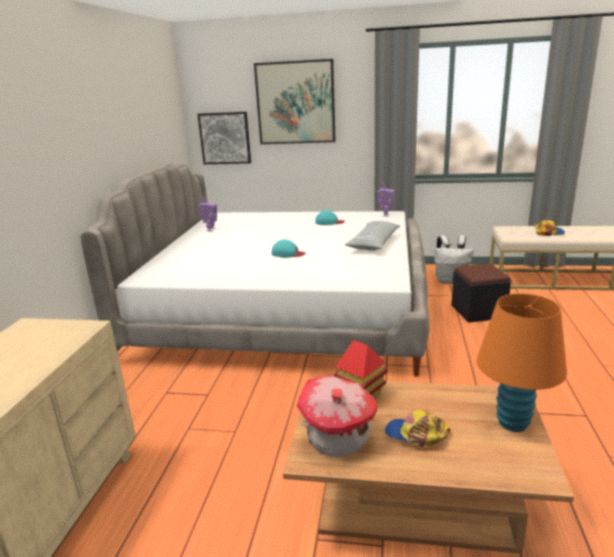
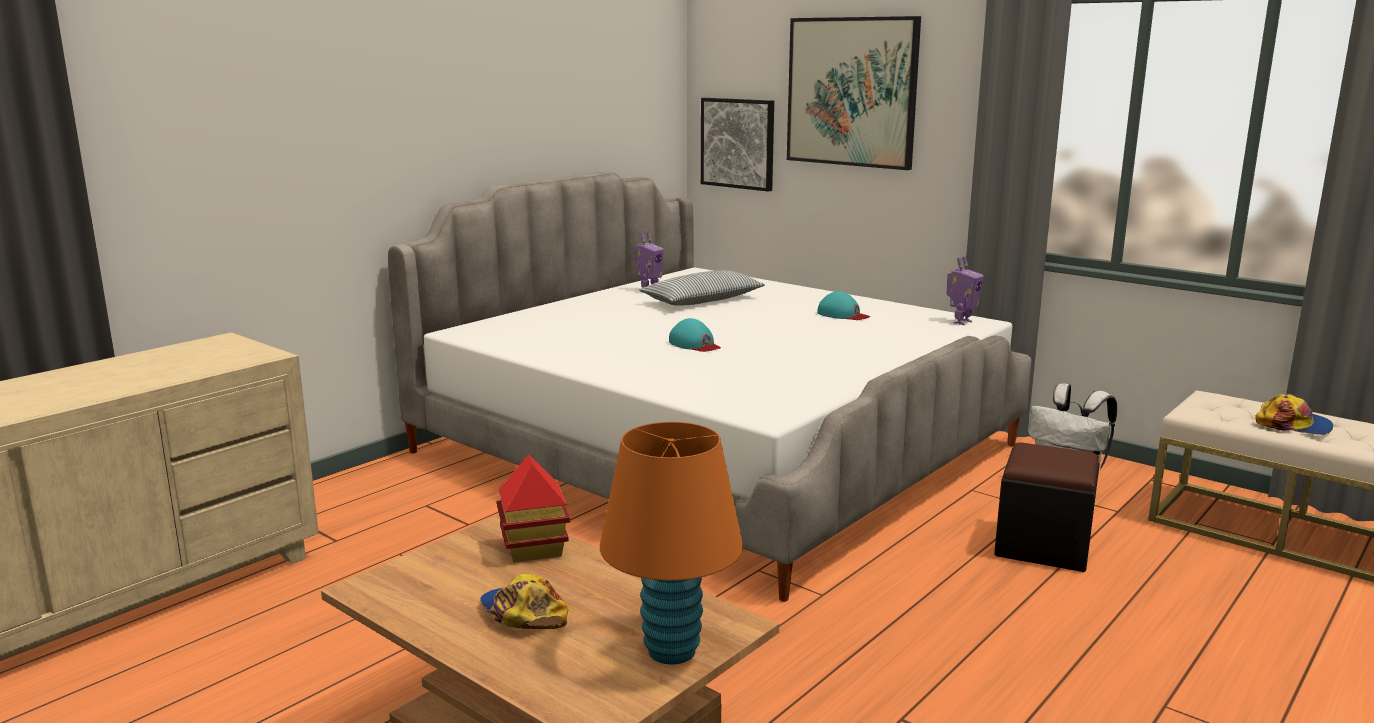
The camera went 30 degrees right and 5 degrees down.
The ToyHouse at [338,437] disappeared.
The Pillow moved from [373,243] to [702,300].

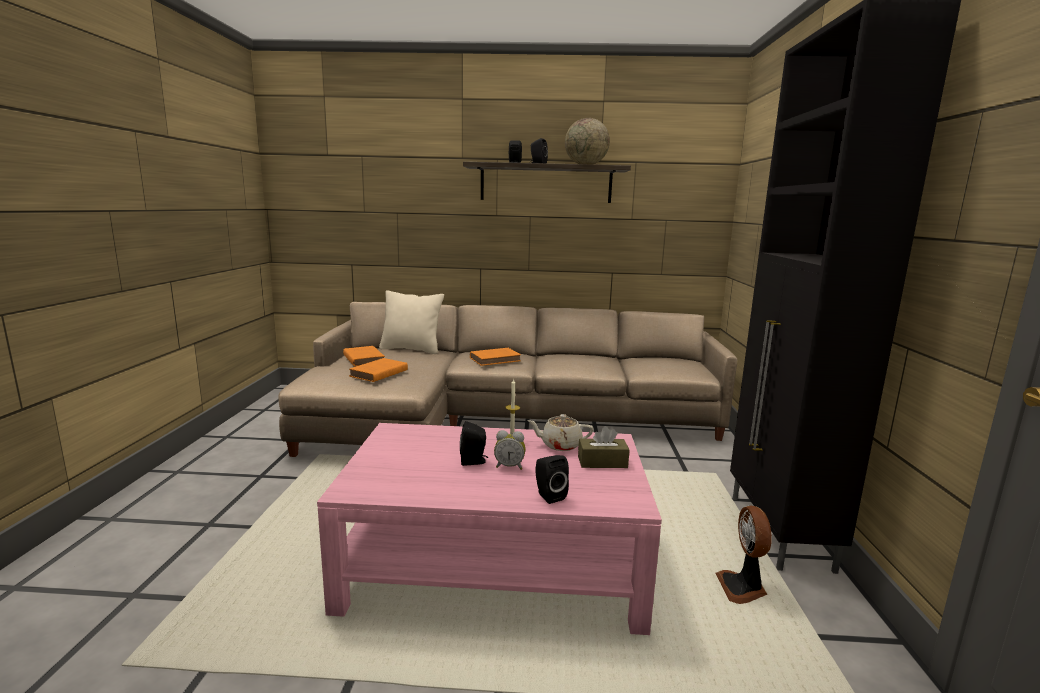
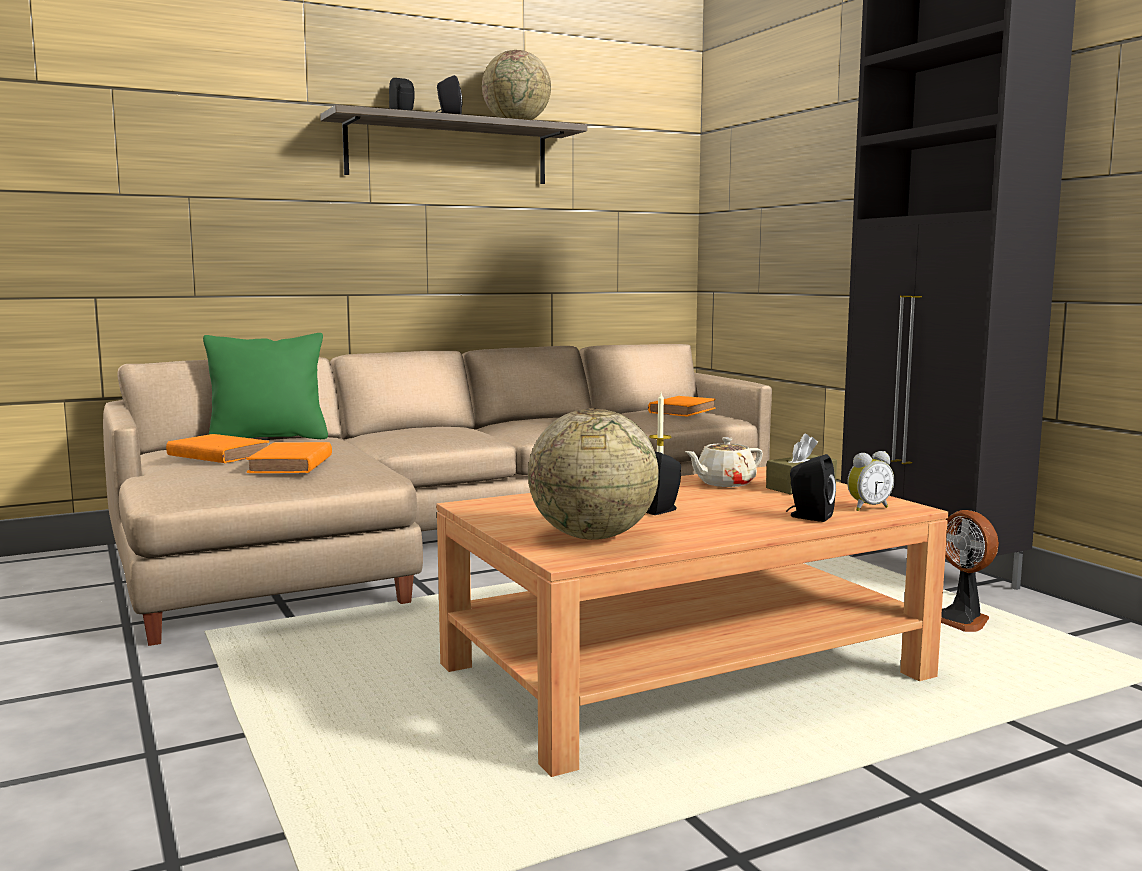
The camera went 30 degrees left and 5 degrees down.
The Globe at [592,536] appeared.
The OrangeBook moved from [496,359] to [683,411].
The AlarmClock moved from [509,466] to [867,508].
The PinkCoffeeTable at [496,563] became the BrownCoffeeTable at [686,671].
The BeigePillow at [411,349] became the GreenPillow at [269,439].

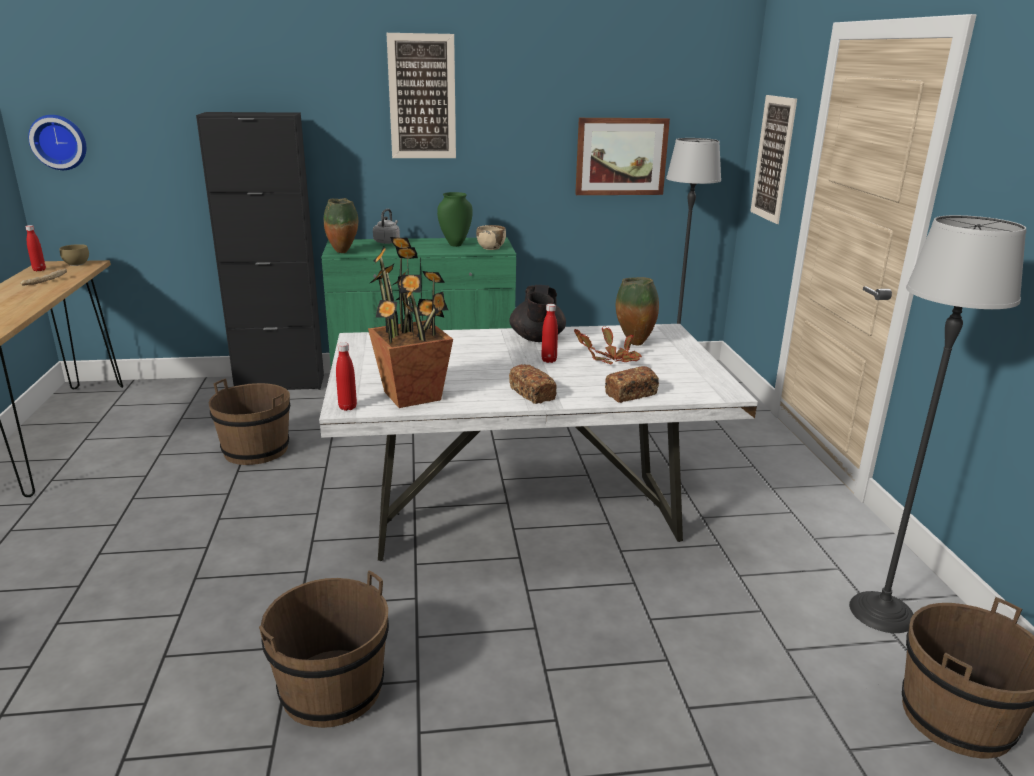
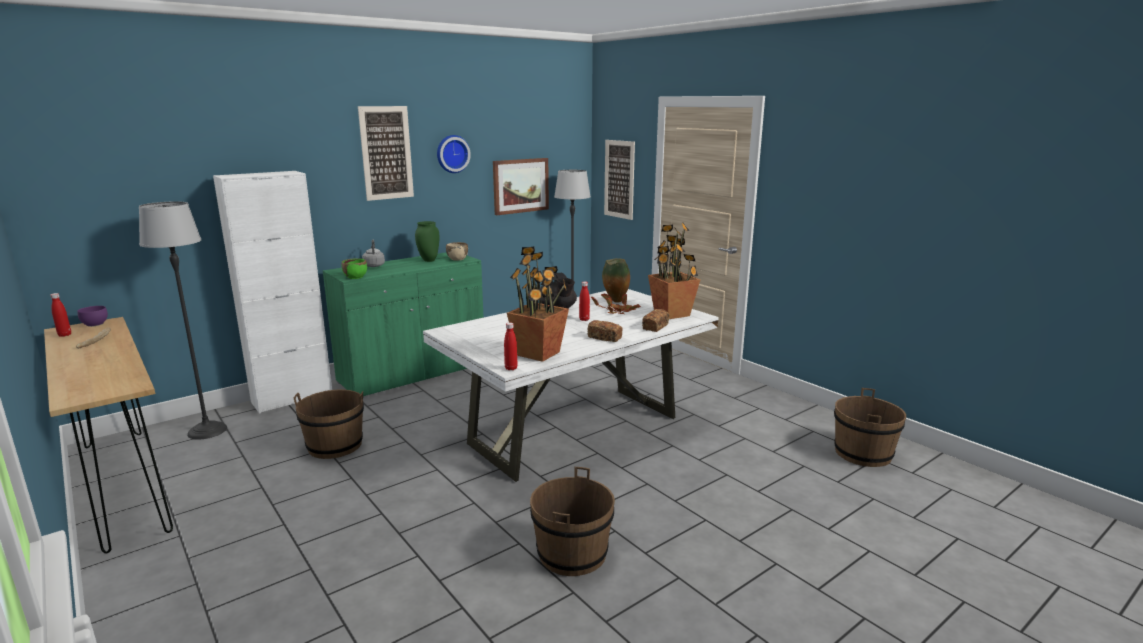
The camera went 30 degrees left and 5 degrees down.
The PottedPlant at [671,314] appeared.
The WallClock moved from [59,142] to [452,154].
The FloorLamp moved from [882,612] to [207,431].
The Vase at [343,252] was replaced by the GreenBowl at [355,277].
The BrownBowl at [75,264] became the PurpleBowl at [94,324].
The BlackCabinet at [280,384] became the WhiteCabinet at [292,398].

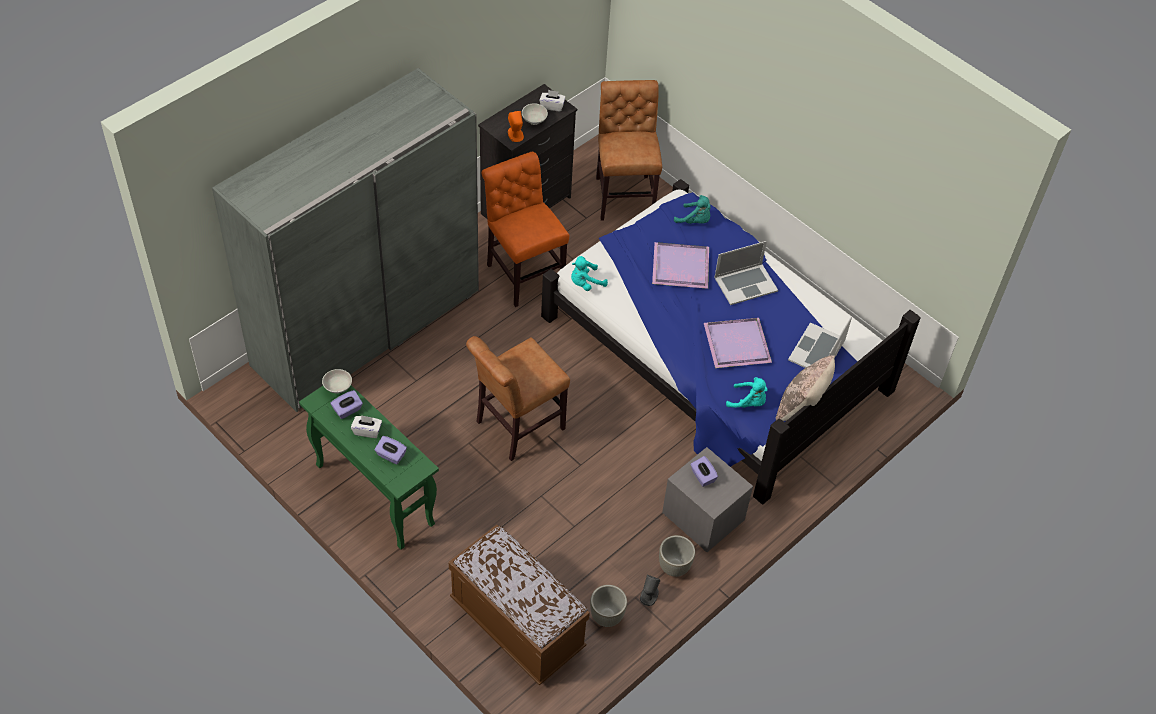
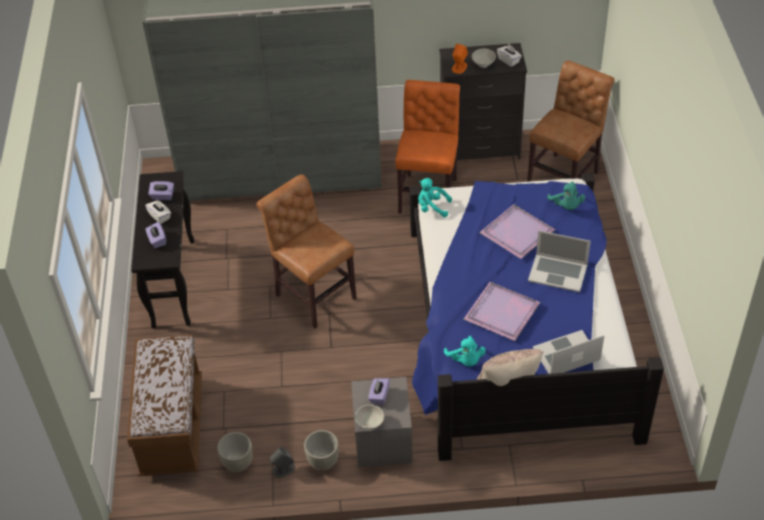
The camera went 45 degrees right and 5 degrees down.
The WhiteBowl moved from [337,388] to [370,423].
The GreenConsoleTable at [373,494] became the BlackConsoleTable at [173,282].
The BrownChair at [516,427] turned 45 degrees clockwise.

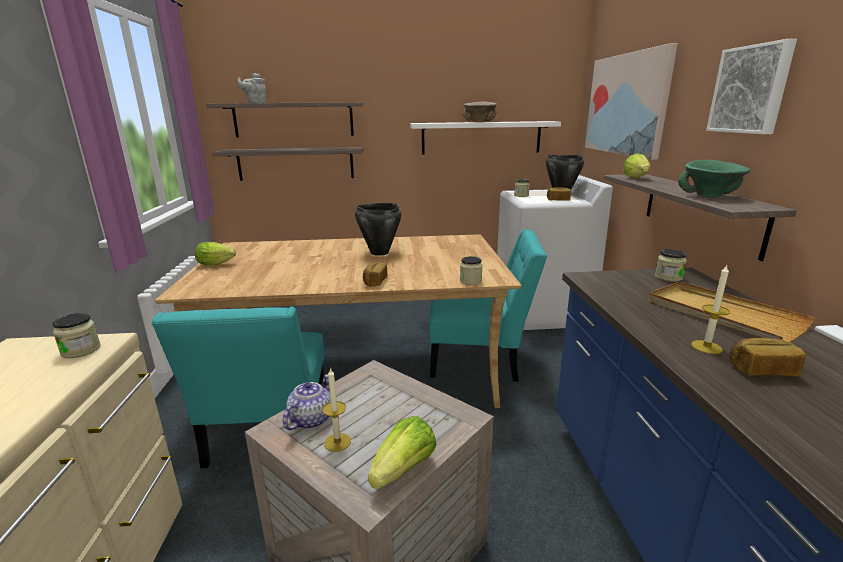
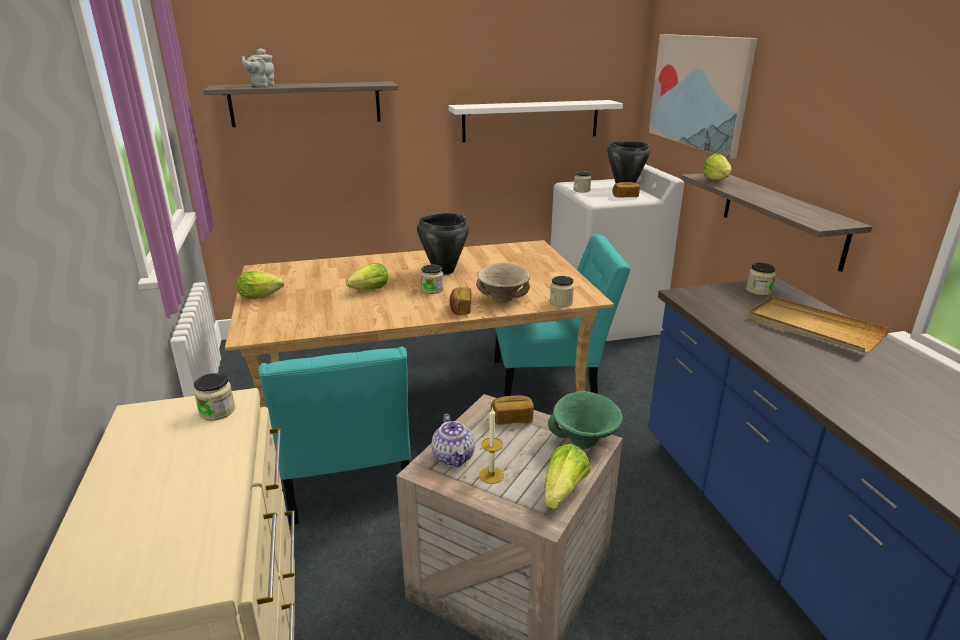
The camera went 10 degrees left and 5 degrees up.
The Shelf at [296,164] disappeared.
The Candle at [706,347] disappeared.
The Picture at [751,90] disappeared.
The Lettuce at [367,290] appeared.
The Jar at [432,290] appeared.
The BeigeBowl moved from [479,122] to [503,300].
The GreenBowl moved from [710,196] to [585,443].
The Bread moved from [761,369] to [512,418].
The Teapot at [310,419] turned 150 degrees clockwise.

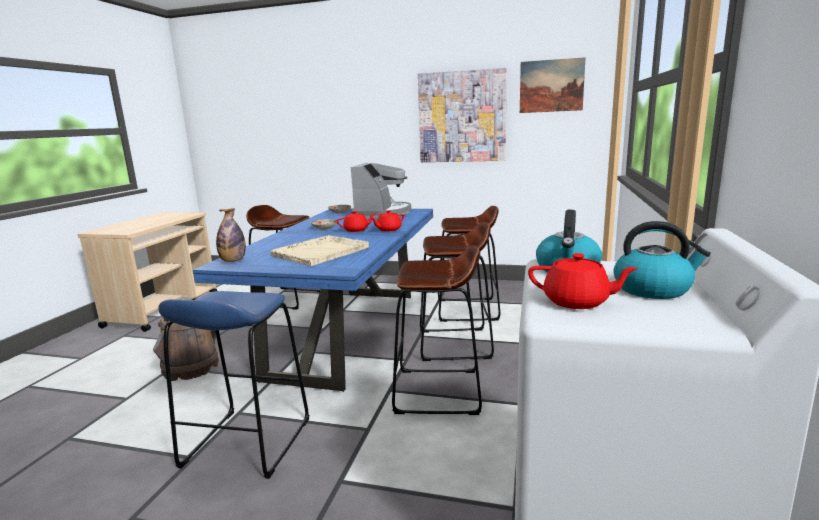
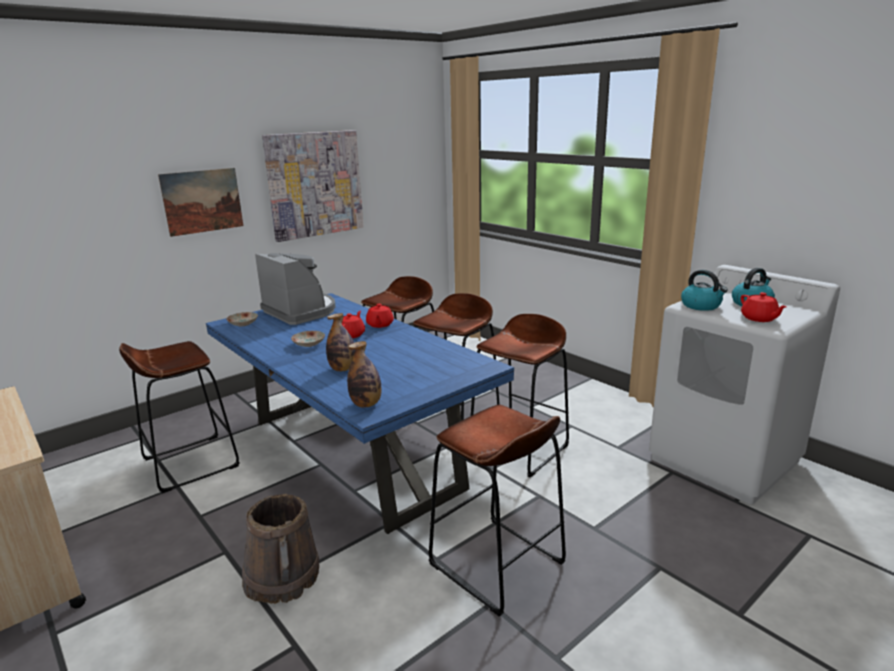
The camera went 55 degrees left and 5 degrees up.
The BeigeTray at [322,252] disappeared.
The Bottle at [343,369] appeared.
The Picture moved from [551,86] to [202,201].
The BlueStool at [247,442] became the BrownStool at [496,564].
The RedTeapot at [577,302] turned 105 degrees clockwise.

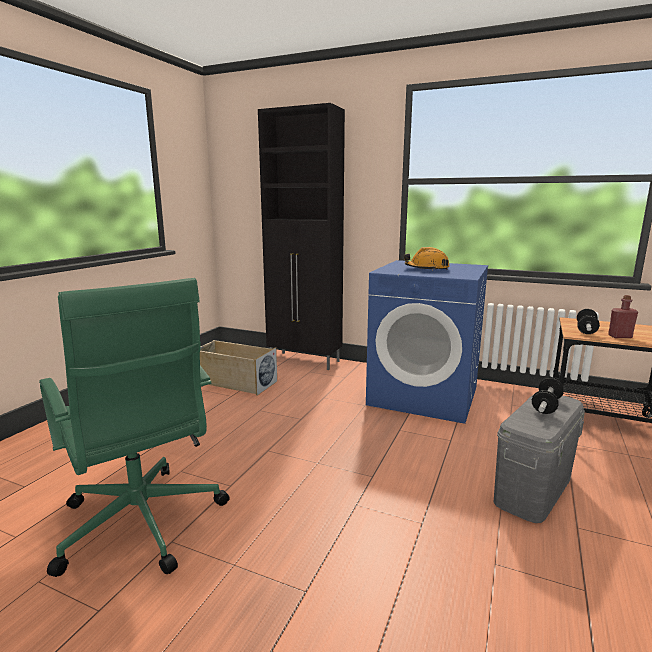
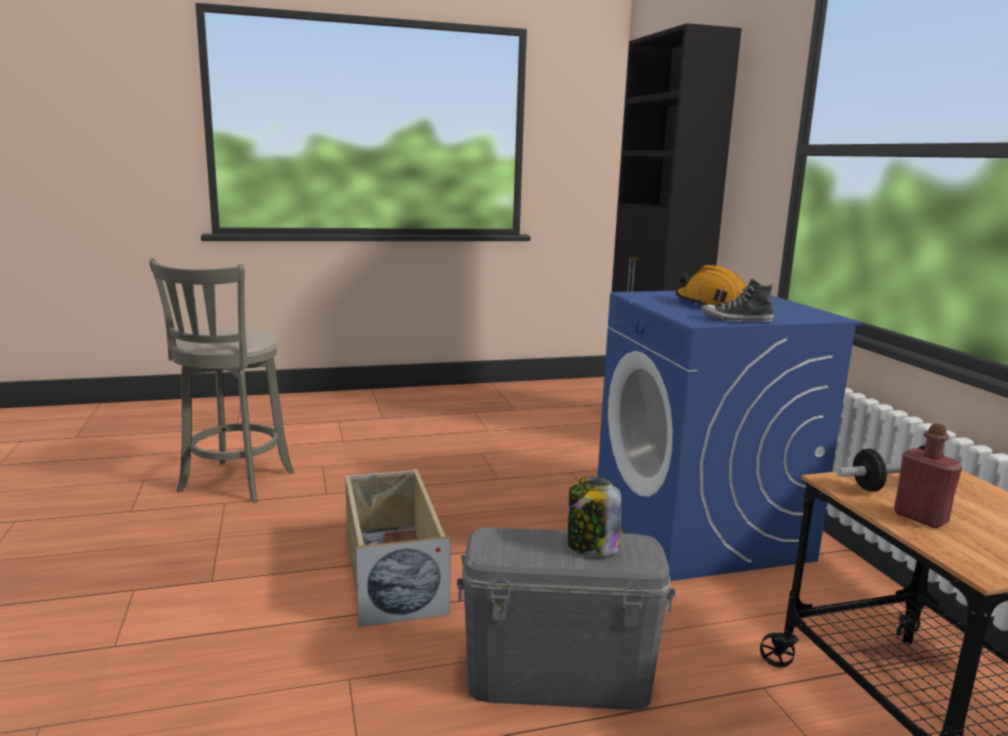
The camera went 50 degrees right and 0 degrees up.
The Shoe at [736,320] appeared.
The BeigeStorageBox moved from [234,382] to [391,573].
The GreenOfficeChair at [142,525] was replaced by the GreyStool at [233,484].
The Dumbbell at [546,406] was replaced by the Jar at [591,547].

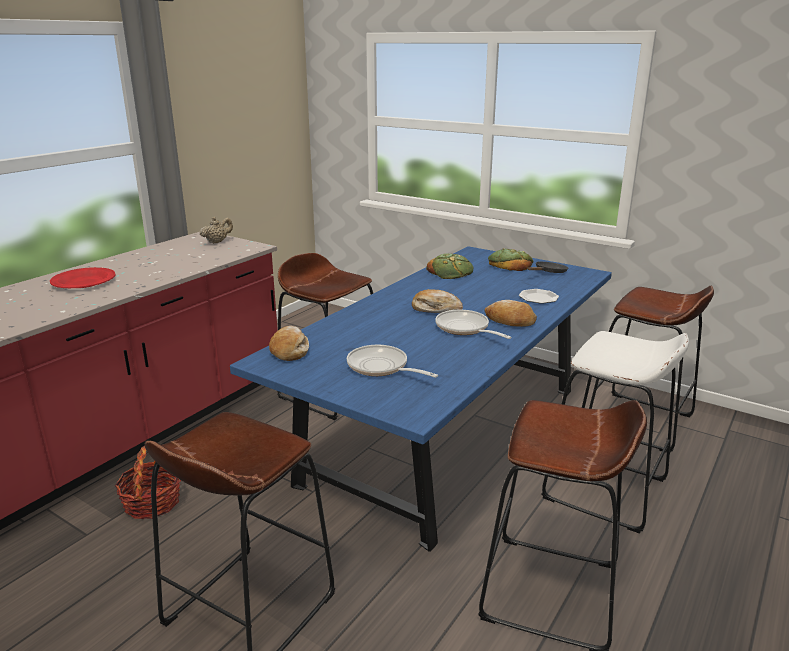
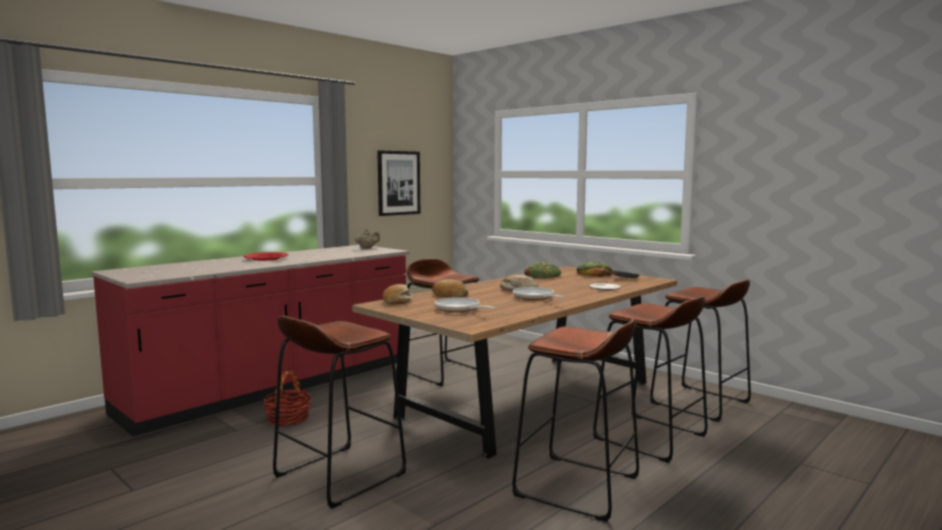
The camera went 10 degrees right and 15 degrees down.
The Picture at [398,183] appeared.
The Bread moved from [510,321] to [449,295].
The BlueDiningTable at [448,433] became the BrownDiningTable at [530,399].
The WhiteStool at [605,489] became the BrownStool at [650,437].

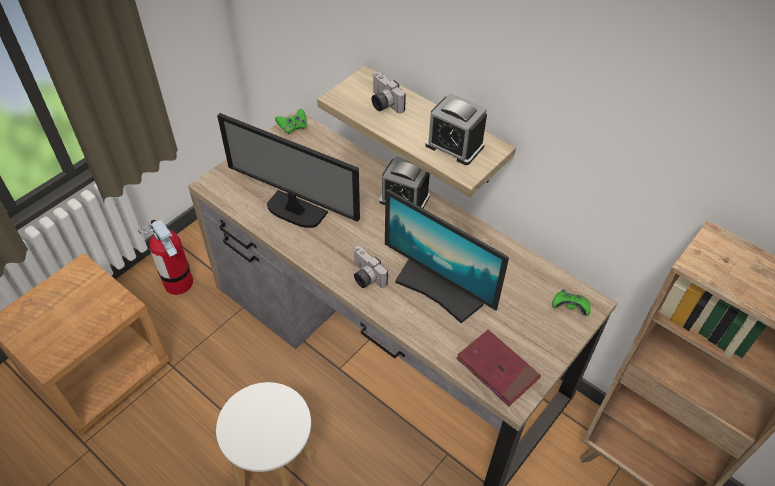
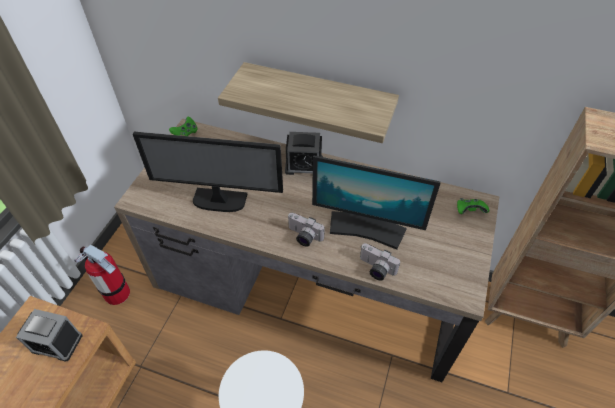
The camera went 20 degrees left and 0 degrees up.
The RedBook at [497,369] disappeared.
The PhotoCamera moved from [383,103] to [375,269].
The AlarmClock moved from [454,145] to [57,343].

